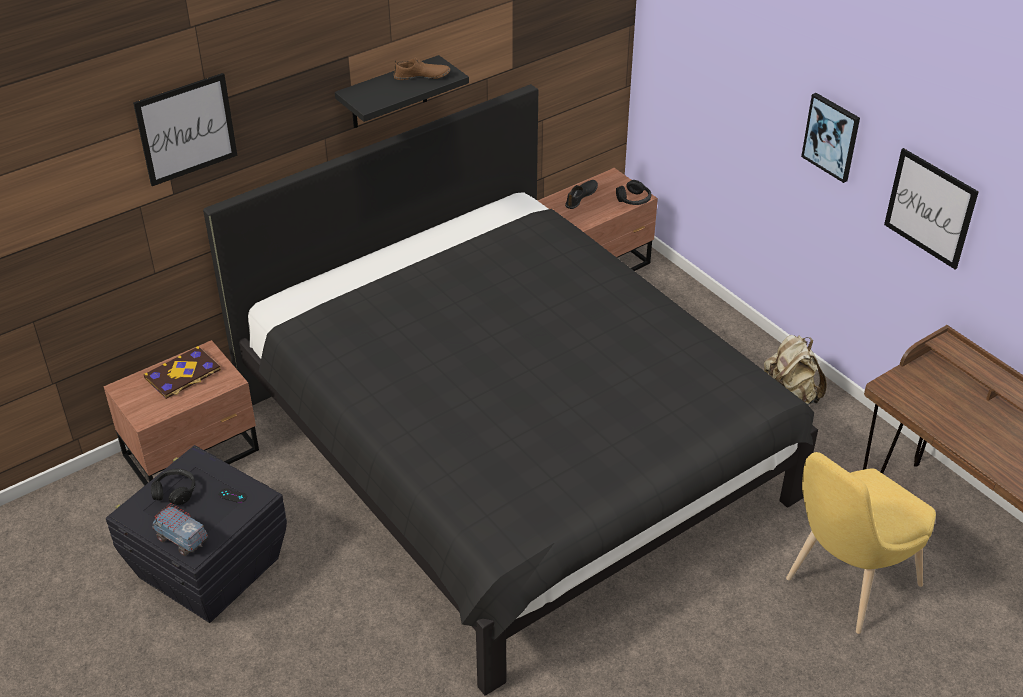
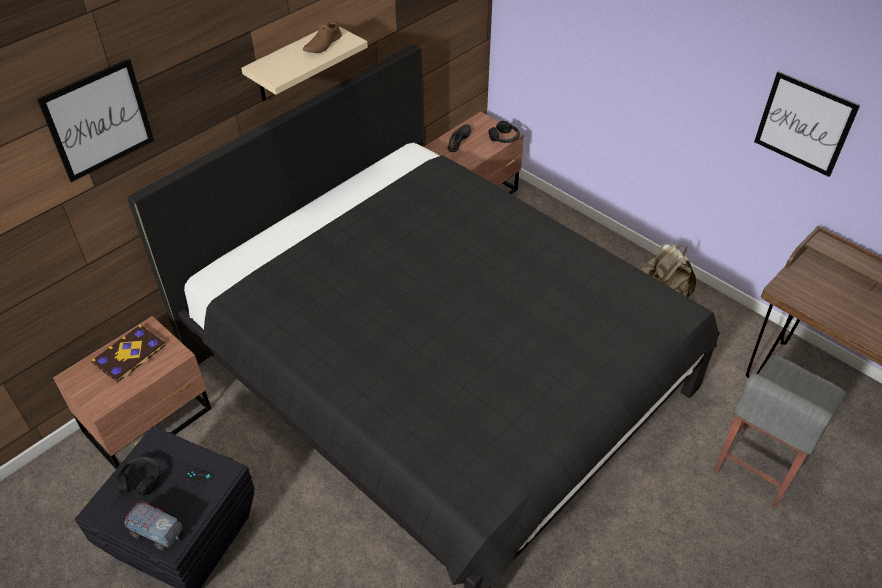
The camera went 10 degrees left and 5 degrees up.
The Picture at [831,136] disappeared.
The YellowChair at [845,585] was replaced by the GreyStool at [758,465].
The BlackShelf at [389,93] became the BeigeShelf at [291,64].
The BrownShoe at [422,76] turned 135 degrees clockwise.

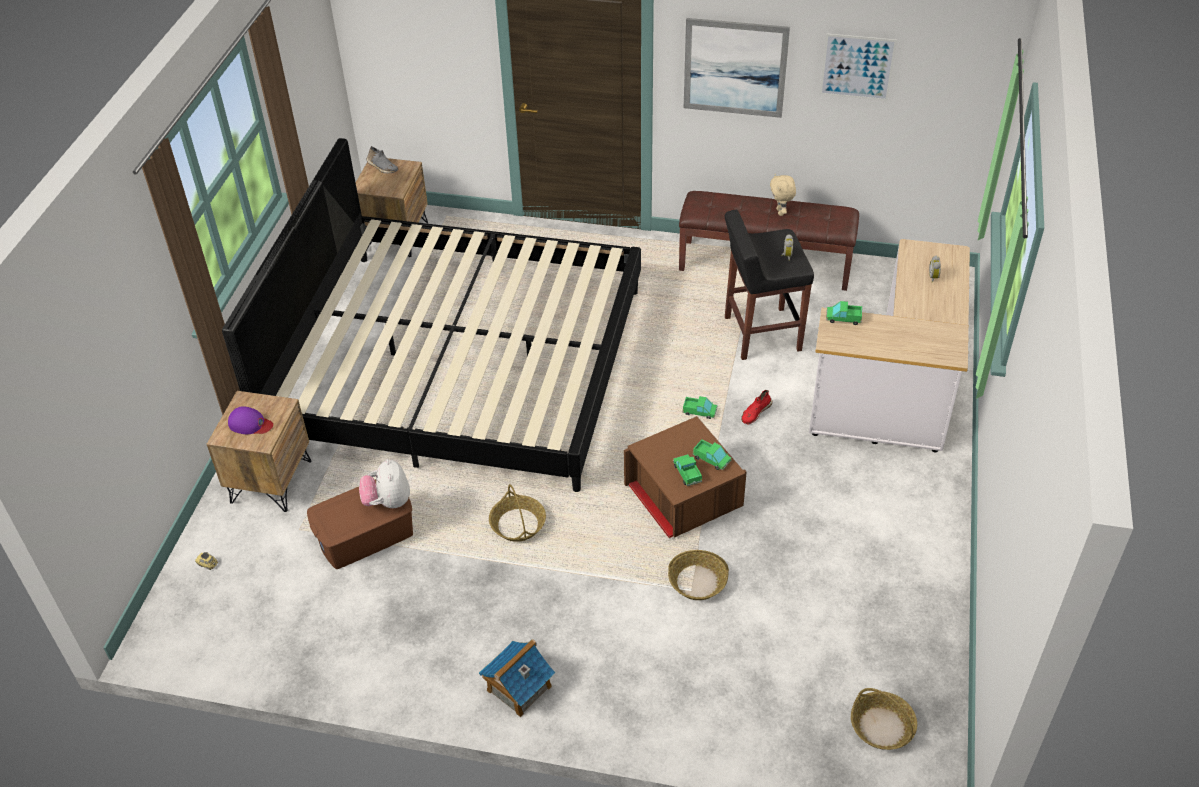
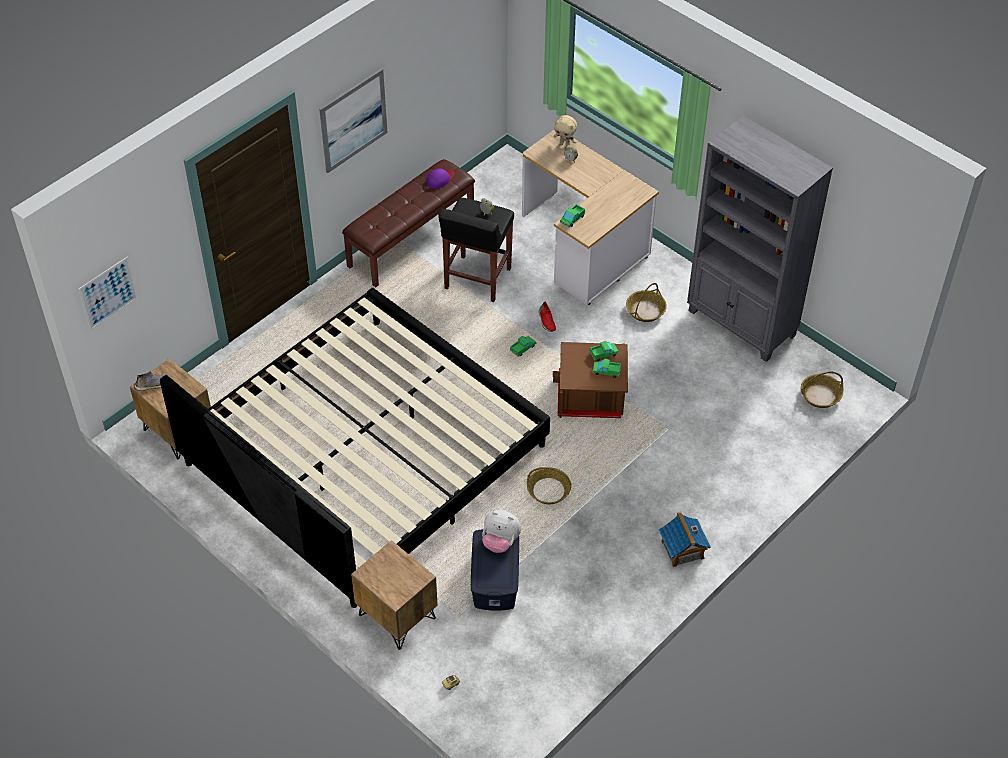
The camera went 60 degrees left and 5 degrees up.
The GreyBookcase at [741,324] appeared.
The PurpleCap moved from [250,424] to [440,179].
The Basket moved from [698,581] to [645,310].
The BeigePlushToy moved from [781,212] to [565,144].
The Picture moved from [857,67] to [108,293].
The BrownStorageBox at [366,536] became the BlueStorageBox at [495,579].

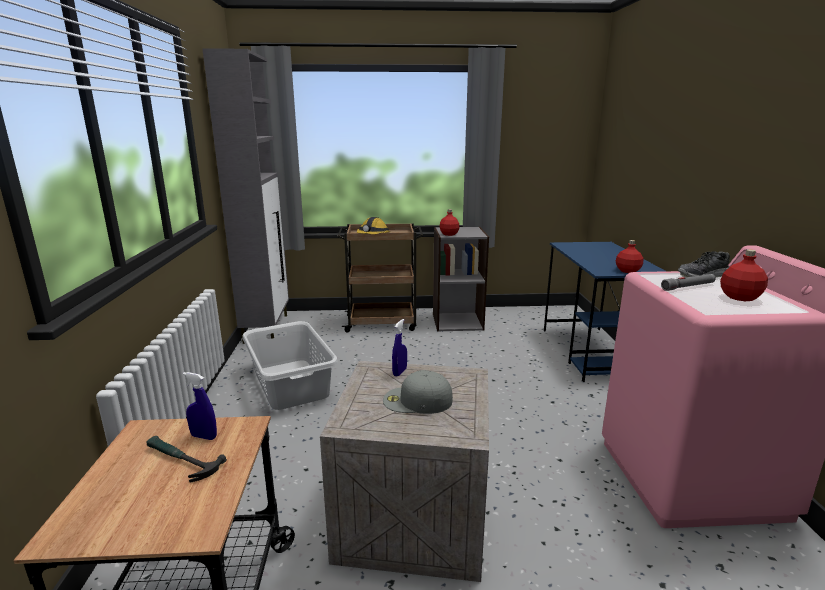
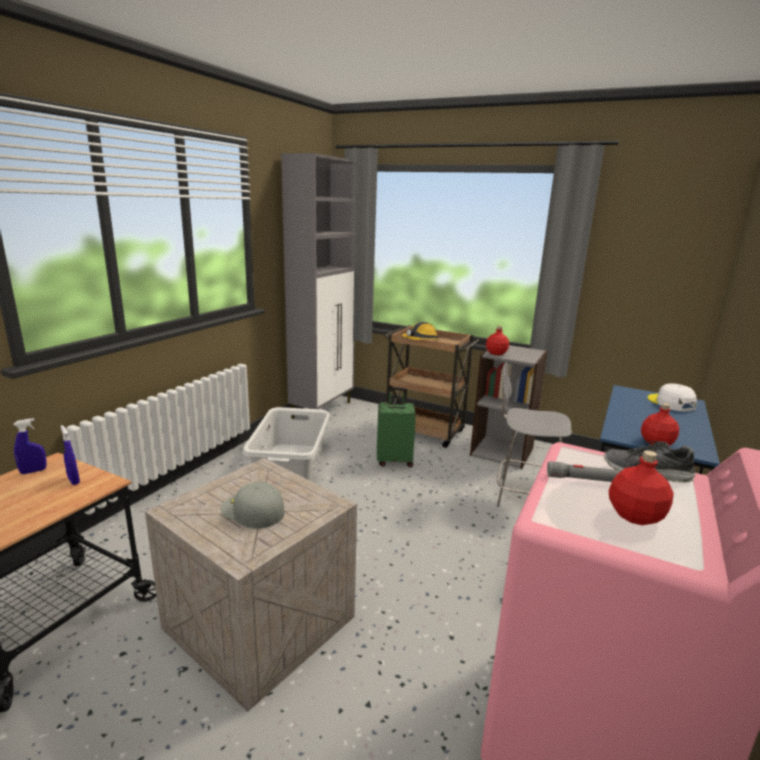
The camera went 30 degrees right and 0 degrees up.
The Hammer at [180,460] disappeared.
The GreenSuitcase at [394,460] appeared.
The GreyStool at [524,496] appeared.
The WhiteCap at [670,403] appeared.
The BlueSprayBottle moved from [399,372] to [33,471].

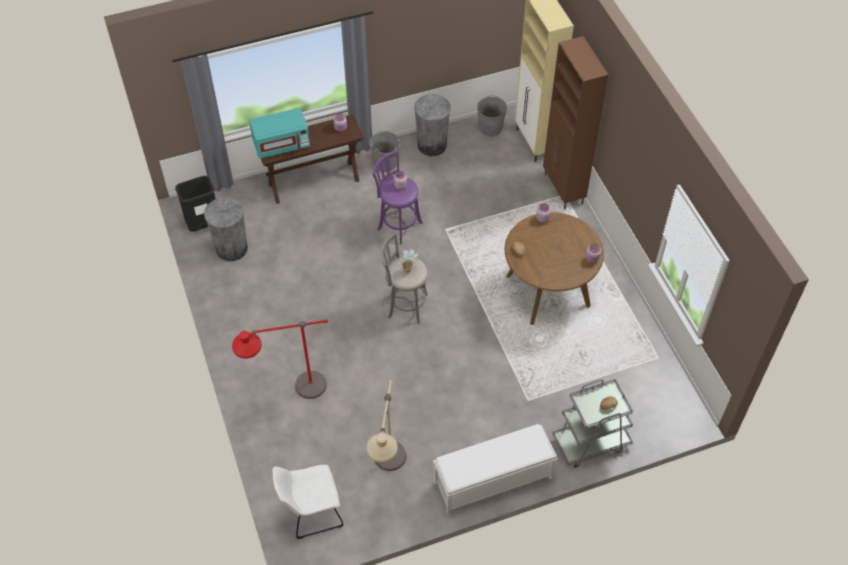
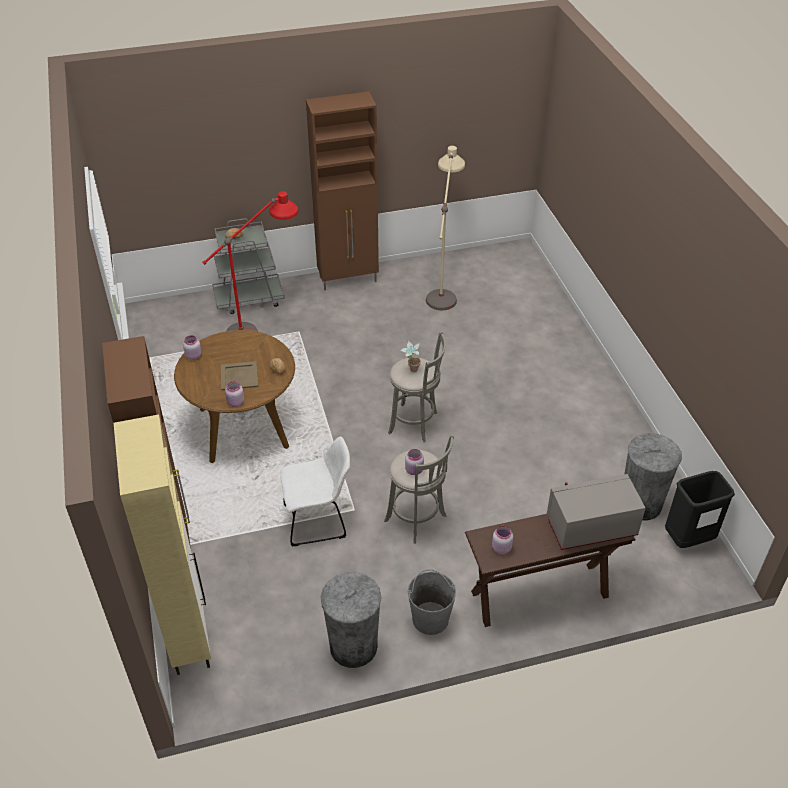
The camera went 175 degrees left and 10 degrees down.
The GreyBucket at [490,128] disappeared.
The BeigeTray at [239,376] appeared.
The RedFloorLamp moved from [291,396] to [263,326].
The WhiteChair moved from [311,513] to [318,520].
The WhiteBench at [492,480] was replaced by the BrownCabinet at [349,279].
The TurquoiseMicrowave at [281,144] became the GreyMicrowave at [591,528].
The PurpleStool at [398,225] became the GreyStool at [417,520].

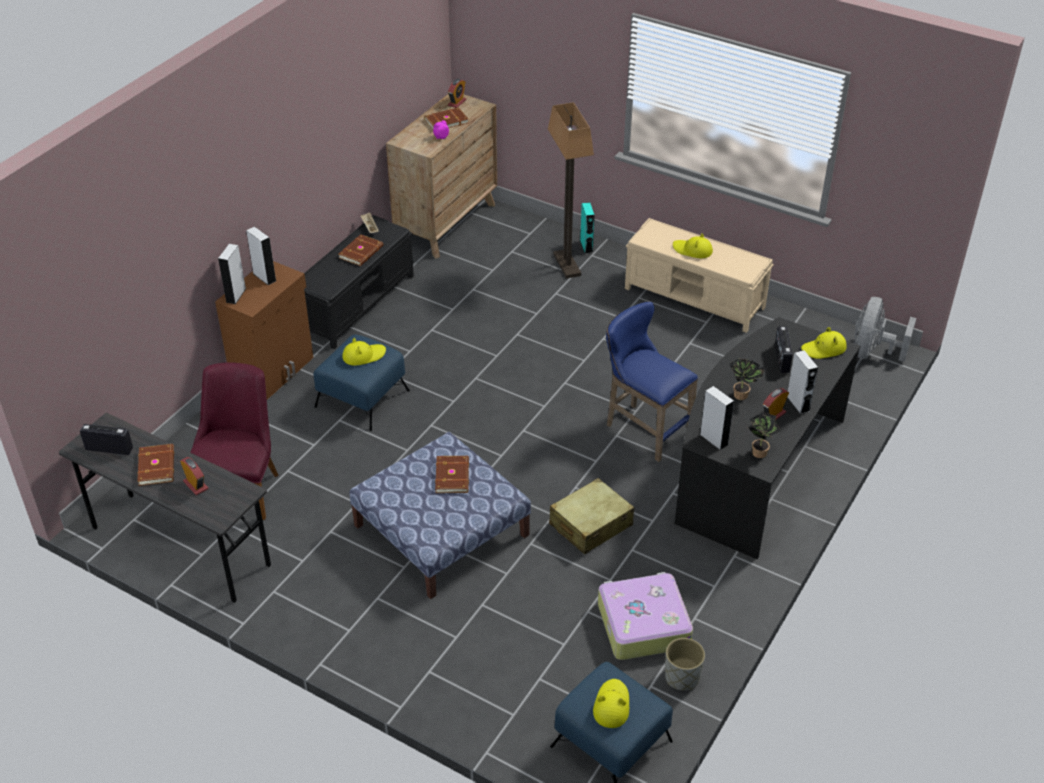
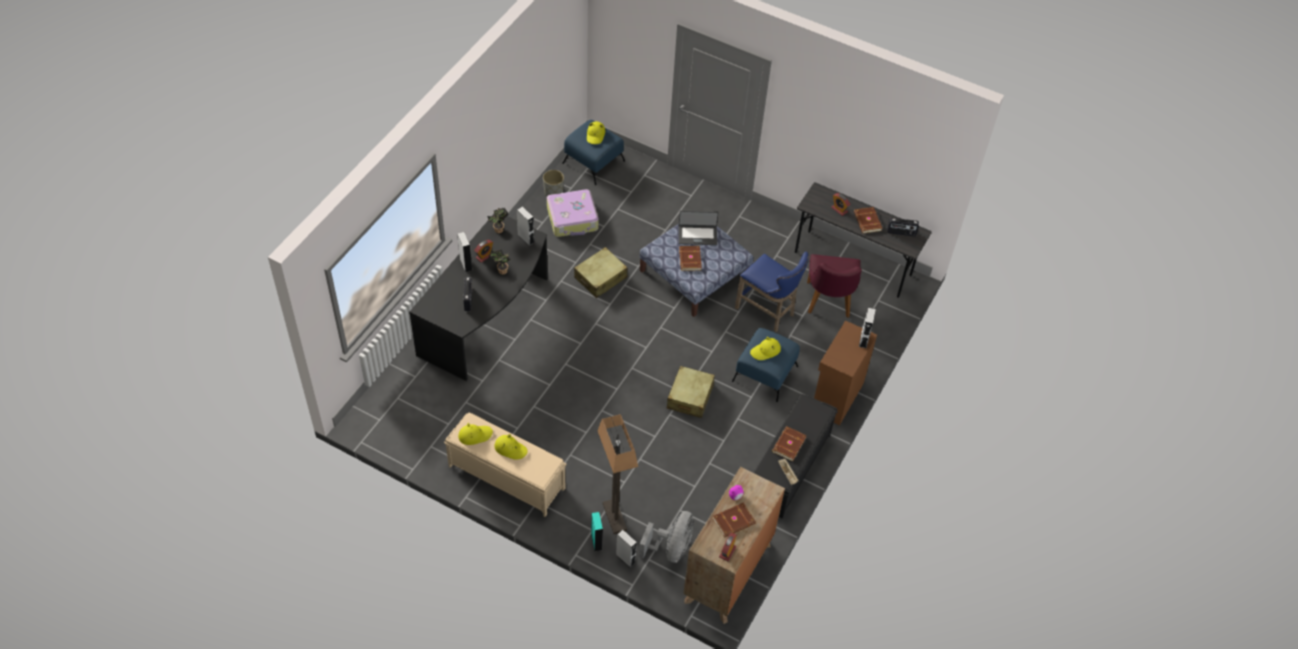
The camera went 175 degrees right and 10 degrees up.
The BeigeSuitcase at [690,397] appeared.
The Laptop at [697,235] appeared.
The GreySpeaker moved from [264,277] to [625,558].
The BlueStool moved from [643,428] to [768,312].
The YellowHat moved from [824,349] to [475,435].
The GreyFan moved from [872,352] to [671,548].

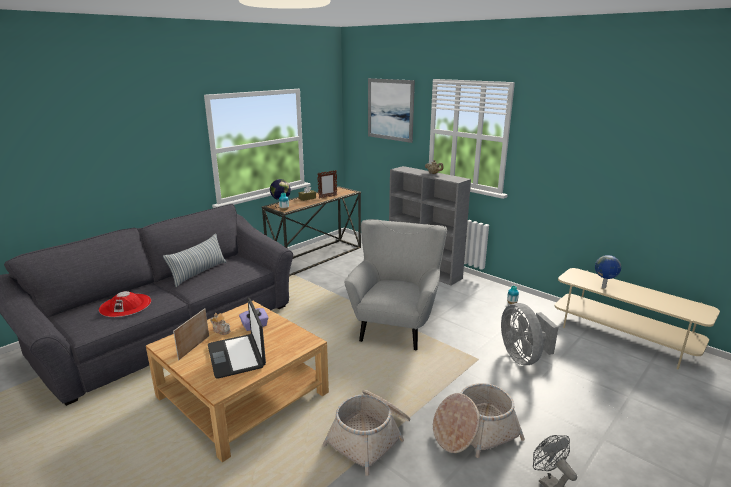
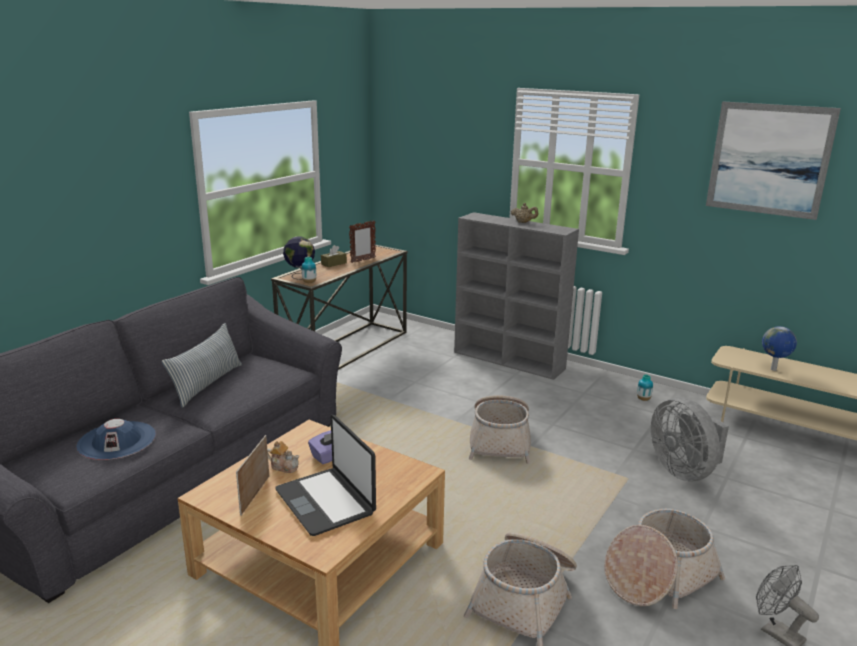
The camera went 10 degrees left and 0 degrees up.
The Picture moved from [390,109] to [769,159].
The GreyArmchair at [396,325] was replaced by the Basket at [500,441].
The RedHat at [125,305] became the BlueHat at [117,440].

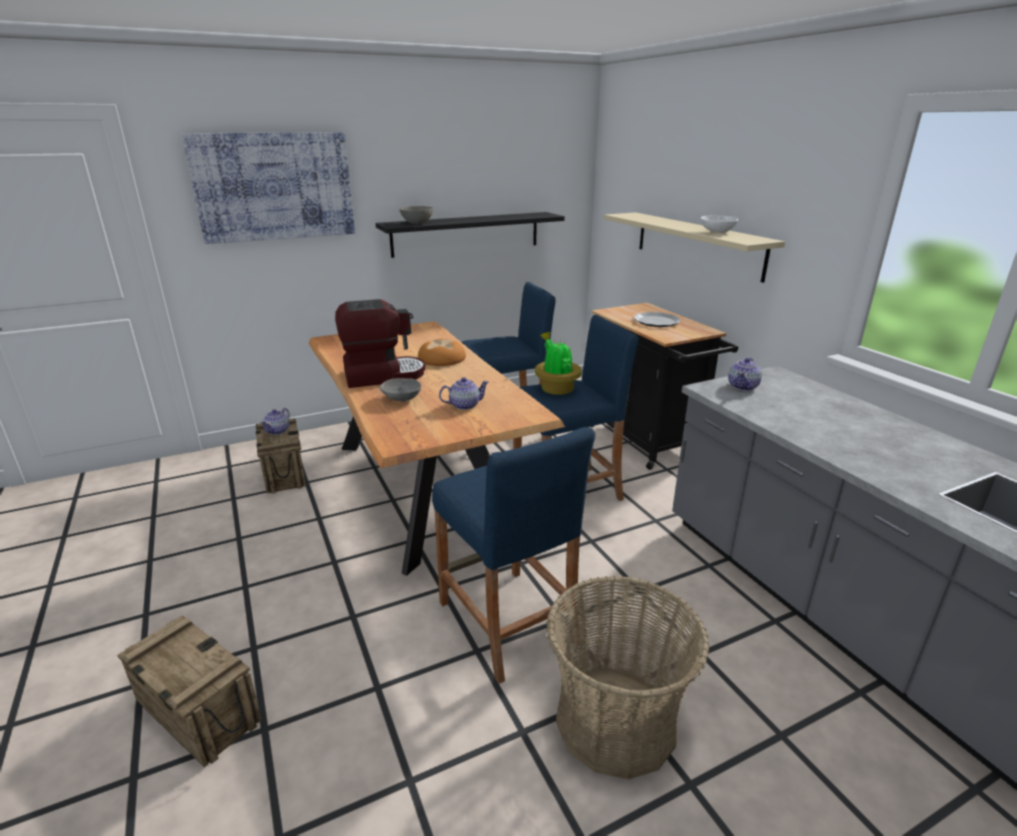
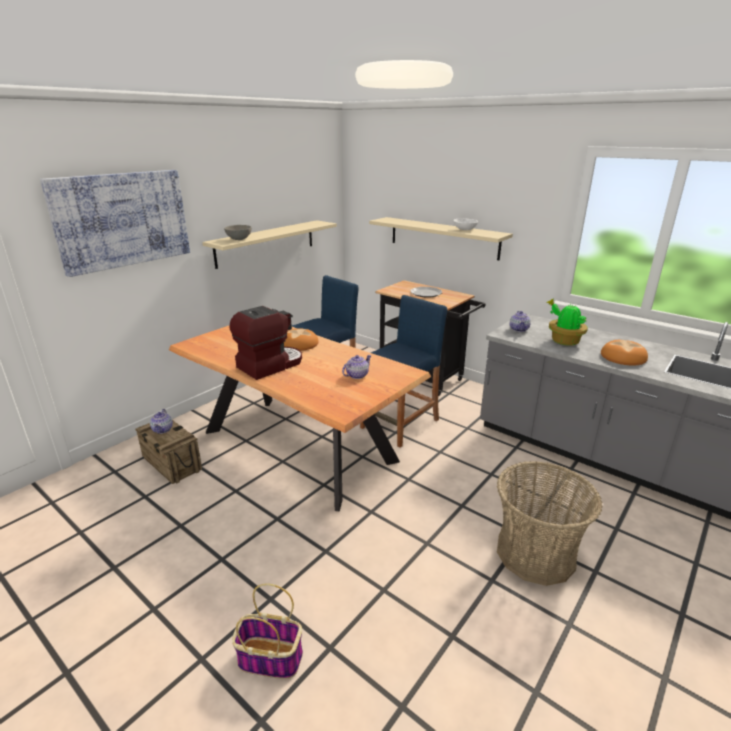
The camera went 25 degrees left and 0 degrees up.
The GreyBowl at [401,399] disappeared.
The BlueStool at [507,622] disappeared.
The Bread at [623,357] appeared.
The PottedPlant moved from [556,389] to [563,341].
The Crate at [197,712] was replaced by the Basket at [269,658].
The BlackShelf at [466,234] became the BeigeShelf at [266,243].

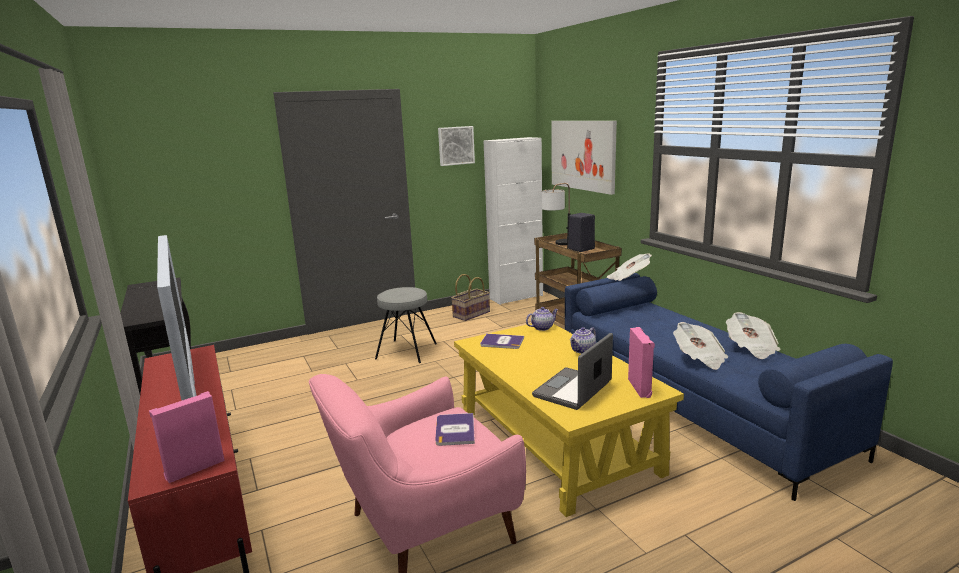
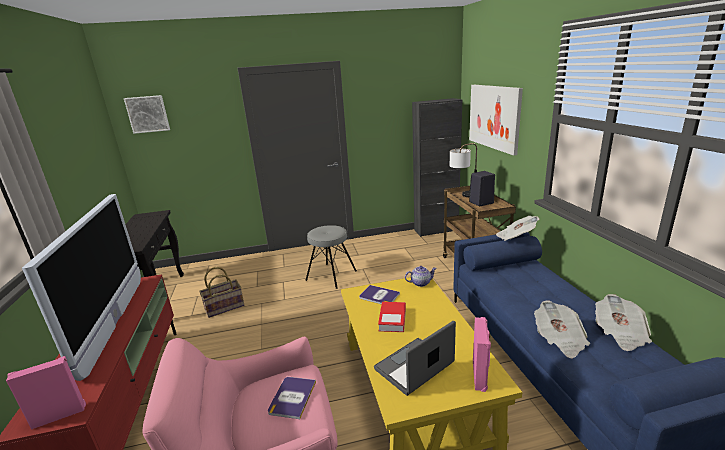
The camera went 15 degrees right and 5 degrees up.
The Teapot at [583,351] disappeared.
The Book at [392,319] appeared.
The Picture moved from [455,145] to [148,114].
The Basket moved from [471,314] to [224,307].
The WhiteCabinet at [516,297] became the BlackCabinet at [436,230].

